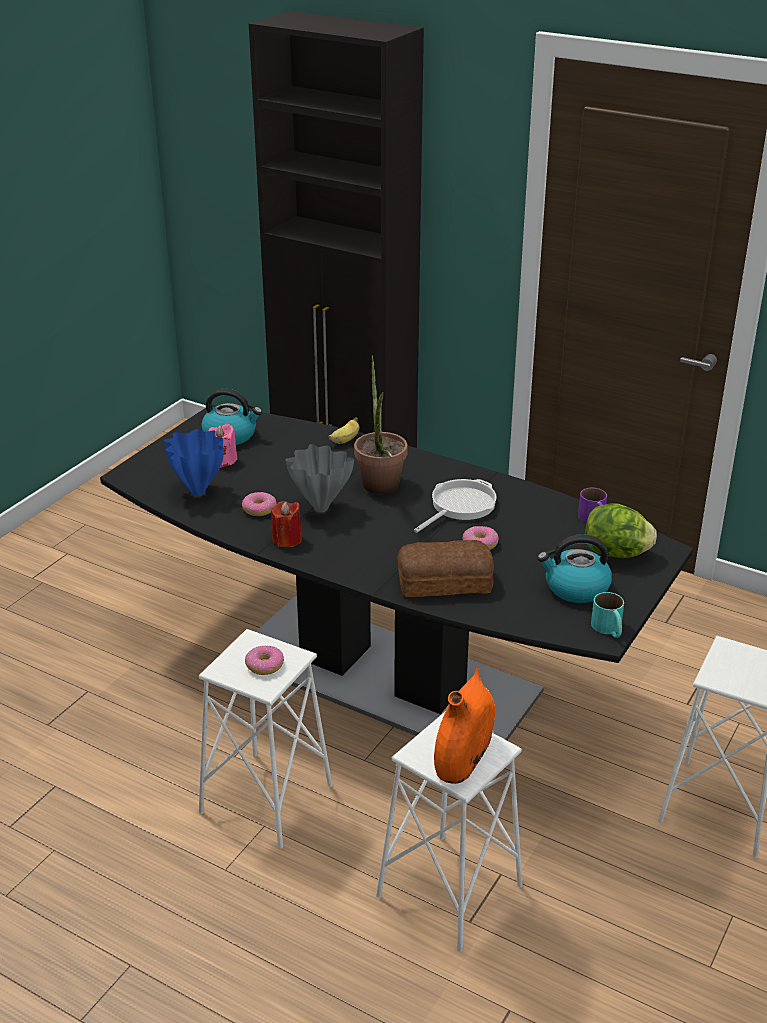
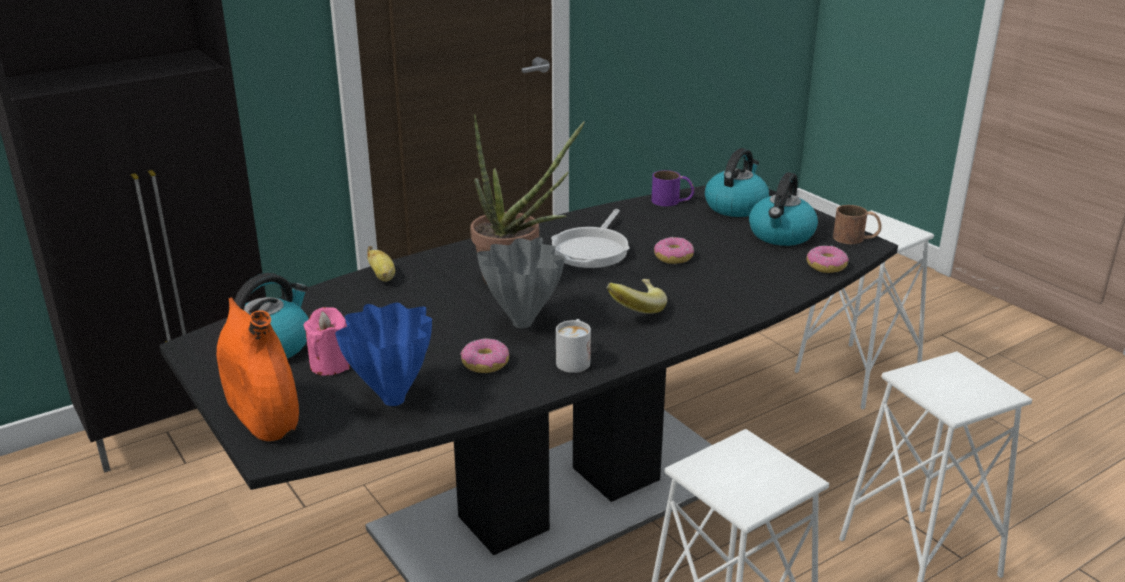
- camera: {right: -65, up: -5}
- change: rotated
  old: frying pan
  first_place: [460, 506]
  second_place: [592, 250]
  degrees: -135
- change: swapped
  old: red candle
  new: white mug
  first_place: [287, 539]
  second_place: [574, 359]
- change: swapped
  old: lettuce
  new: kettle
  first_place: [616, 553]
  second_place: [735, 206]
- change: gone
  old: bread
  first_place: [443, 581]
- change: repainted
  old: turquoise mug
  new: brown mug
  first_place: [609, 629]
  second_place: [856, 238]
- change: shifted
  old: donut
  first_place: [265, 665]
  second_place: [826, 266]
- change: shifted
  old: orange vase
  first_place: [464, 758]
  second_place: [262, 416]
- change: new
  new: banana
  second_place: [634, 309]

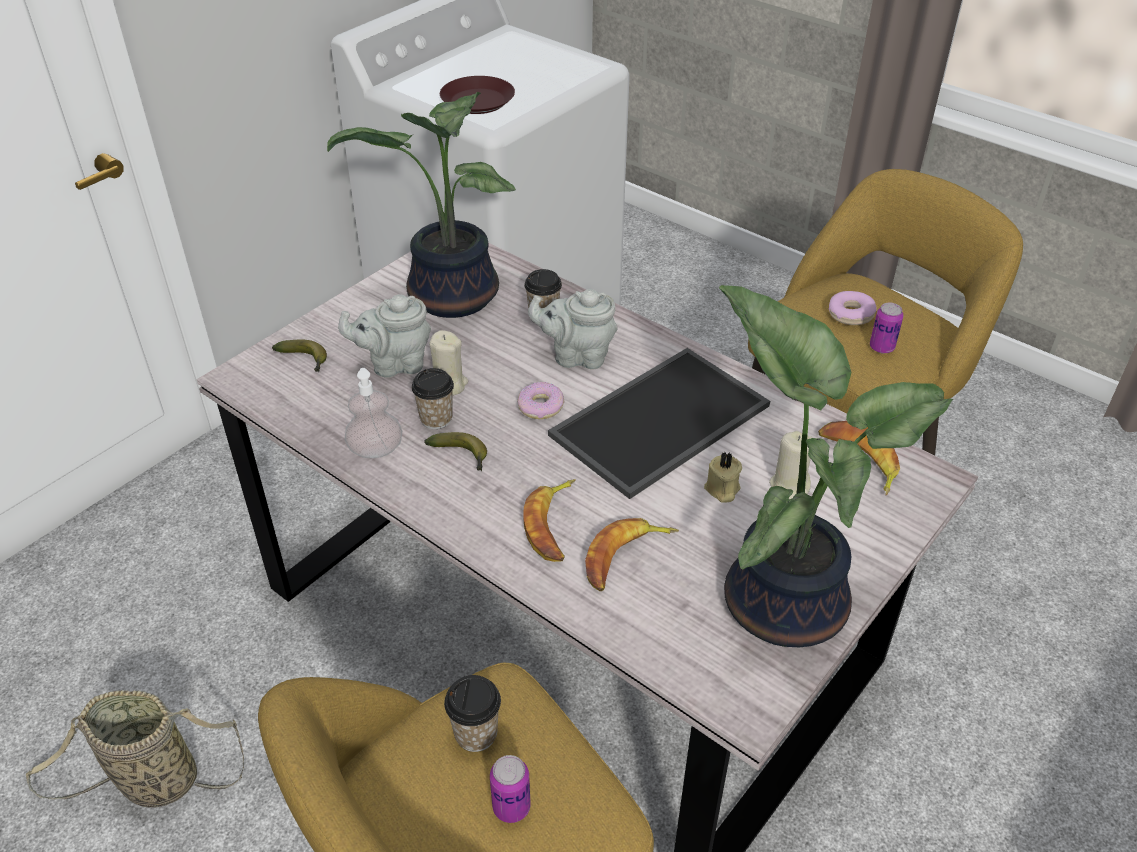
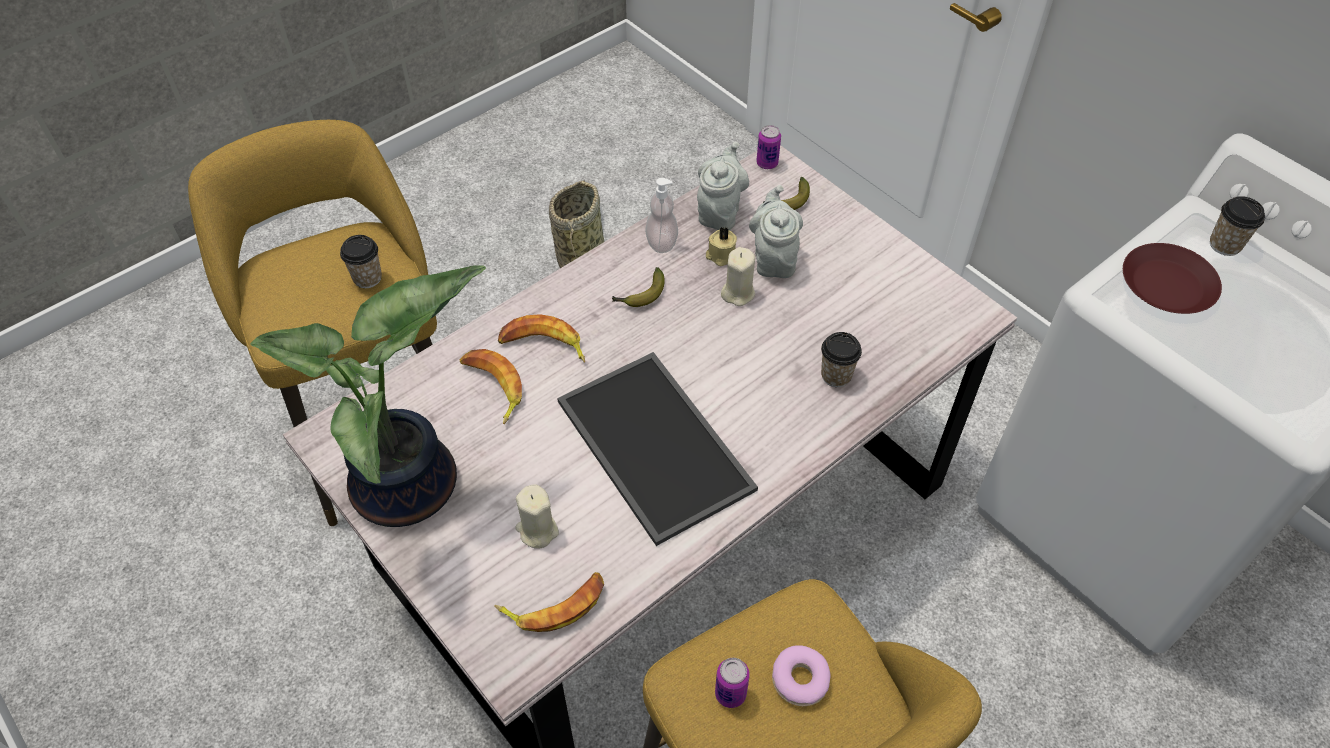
- camera: {right: 100, up: 10}
- change: gone
  old: potted plant
  first_place: [449, 299]
- change: shifted
  old: grey teapot
  first_place: [577, 356]
  second_place: [720, 212]
- change: shifted
  old: cup
  first_place: [436, 419]
  second_place: [1225, 245]
- change: gone
  old: donut
  first_place: [541, 407]
- change: shifted
  old: beige candle
  first_place: [722, 489]
  second_place: [720, 255]
- change: shifted
  old: can
  first_place: [511, 807]
  second_place: [767, 163]

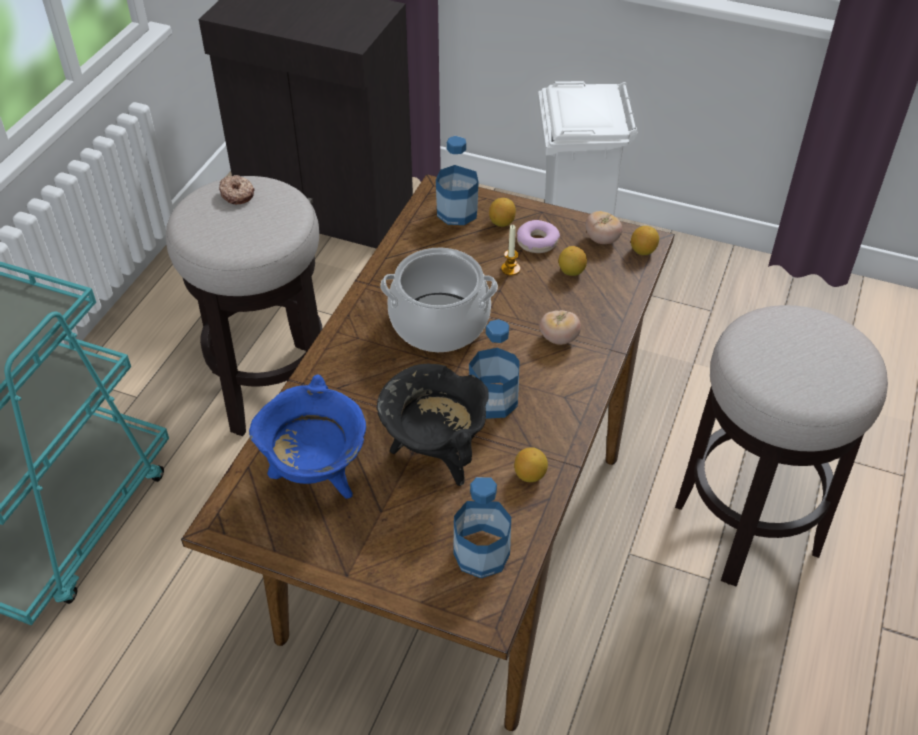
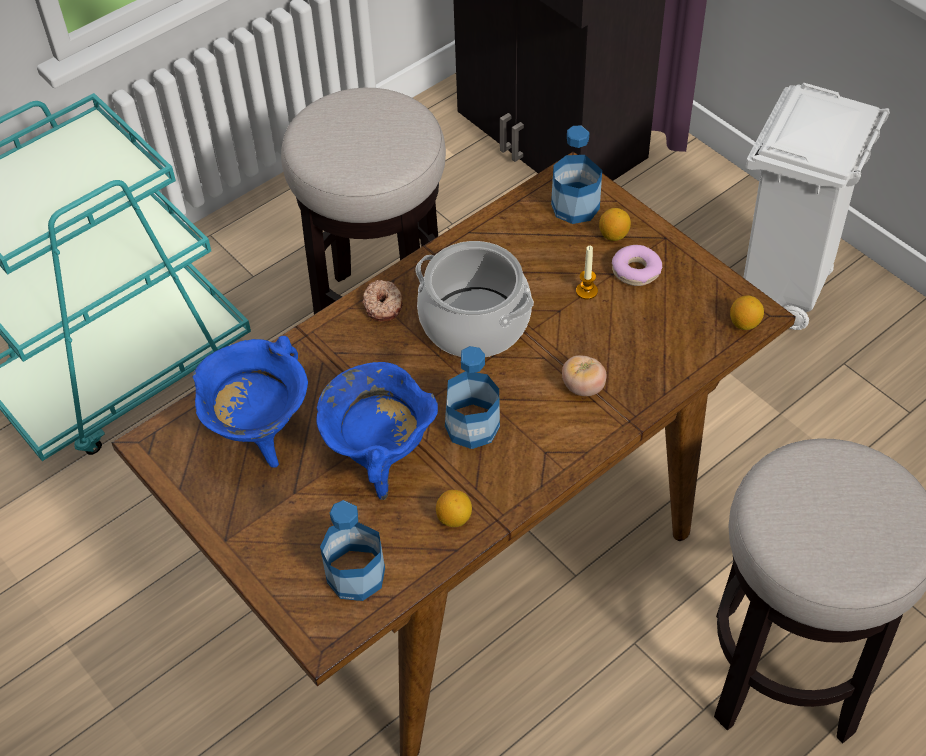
- camera: {right: 30, up: 5}
- change: shifted
  old: donut
  first_place: [237, 194]
  second_place: [384, 305]
- change: gone
  old: tomato
  first_place: [602, 239]
- change: gone
  old: lemon
  first_place: [571, 271]
- change: repainted
  old: black cooking pot
  new: blue cooking pot
  first_place: [435, 453]
  second_place: [380, 457]

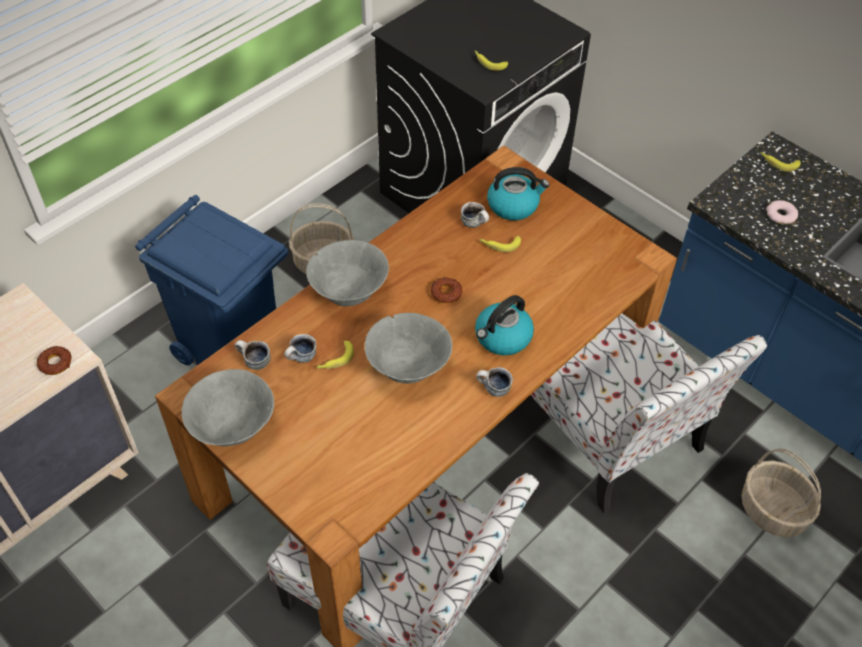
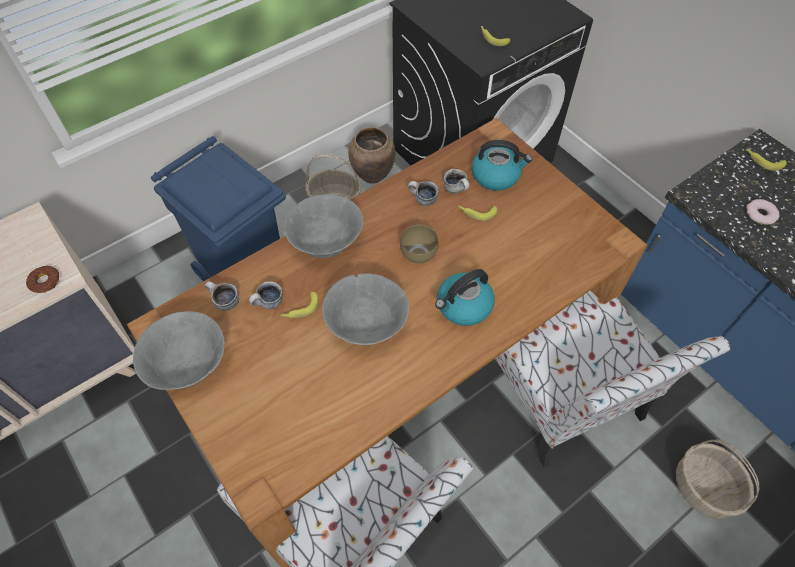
- camera: {right: 10, up: 5}
- change: swapped
  old: donut
  new: brown bowl
  first_place: [446, 293]
  second_place: [417, 255]
- change: shifted
  old: mug
  first_place: [493, 390]
  second_place: [422, 200]
- change: new
  new: brown vase
  second_place: [373, 175]

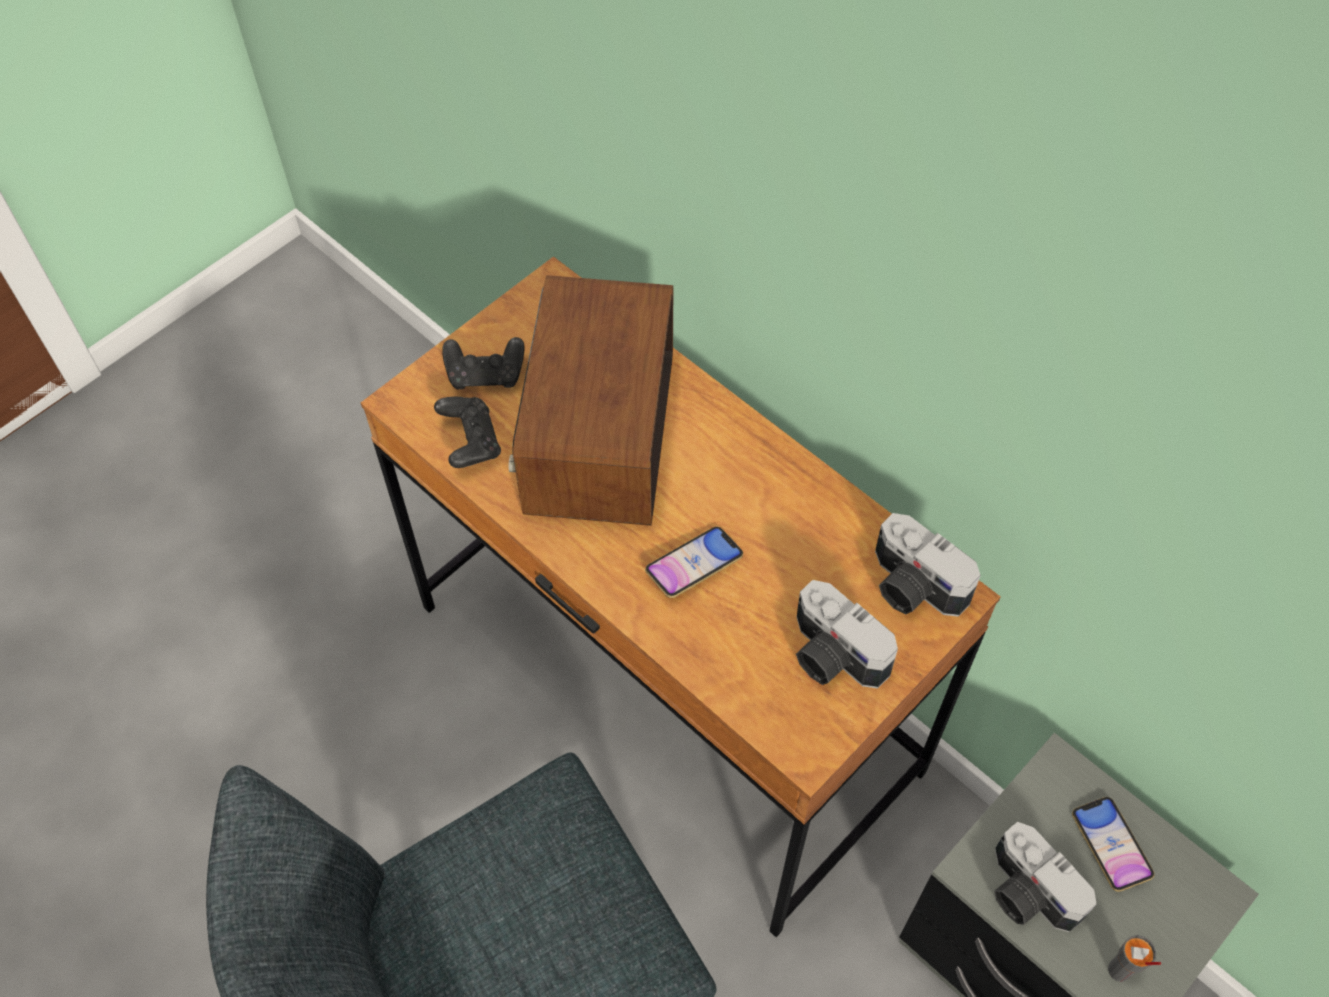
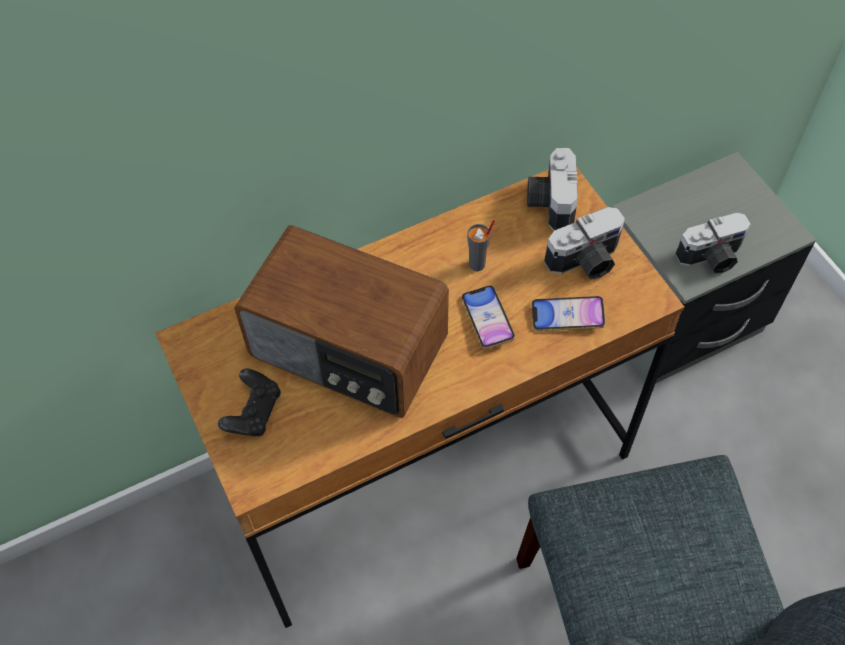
- camera: {right: -70, up: 0}
- change: gone
  old: black game controller
  first_place: [470, 442]
- change: rotated
  old: photo camera
  first_place: [912, 587]
  second_place: [549, 202]
  degrees: 120
- change: shifted
  old: phone
  first_place: [1110, 845]
  second_place: [567, 316]
- change: shifted
  old: grey cup
  first_place: [1119, 971]
  second_place: [477, 264]

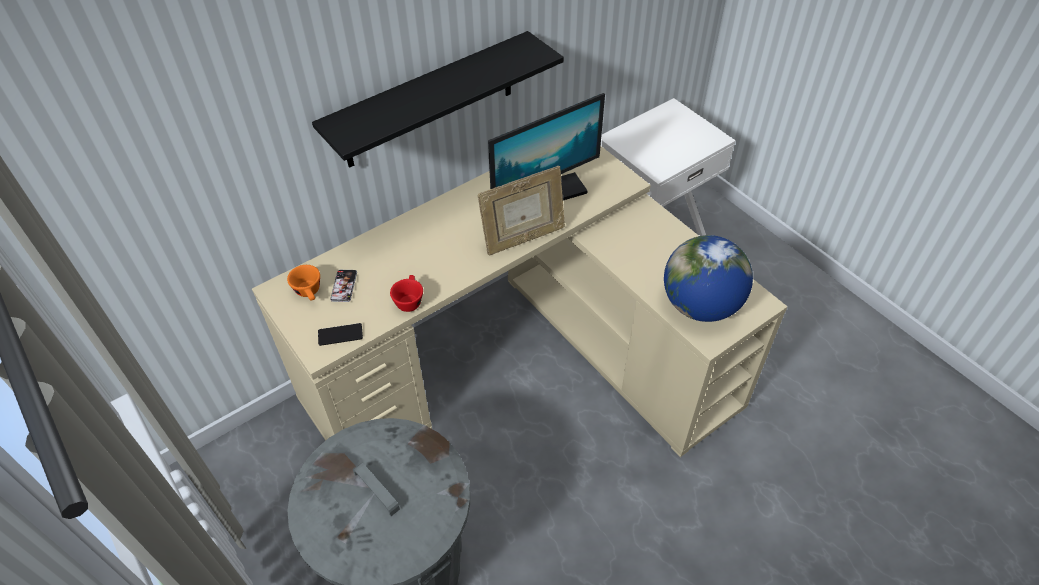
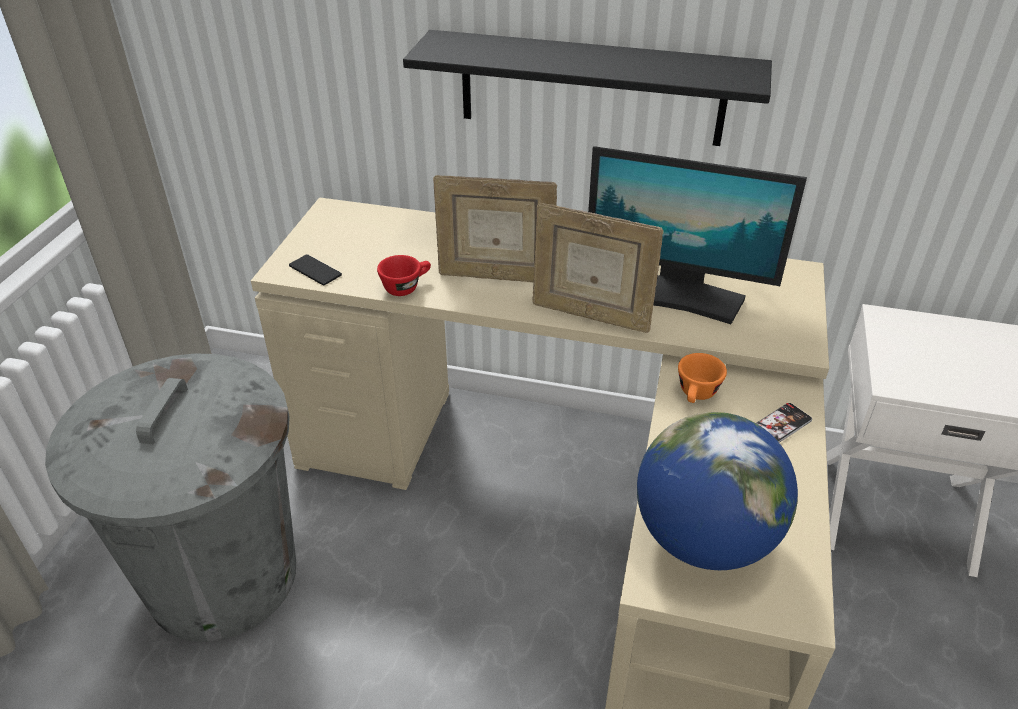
- camera: {right: 50, up: -10}
- change: shifted
  old: orange cup
  first_place: [309, 292]
  second_place: [697, 395]
- change: shifted
  old: phone
  first_place: [344, 286]
  second_place: [780, 425]
- change: new
  new: picture frame
  second_place: [495, 276]

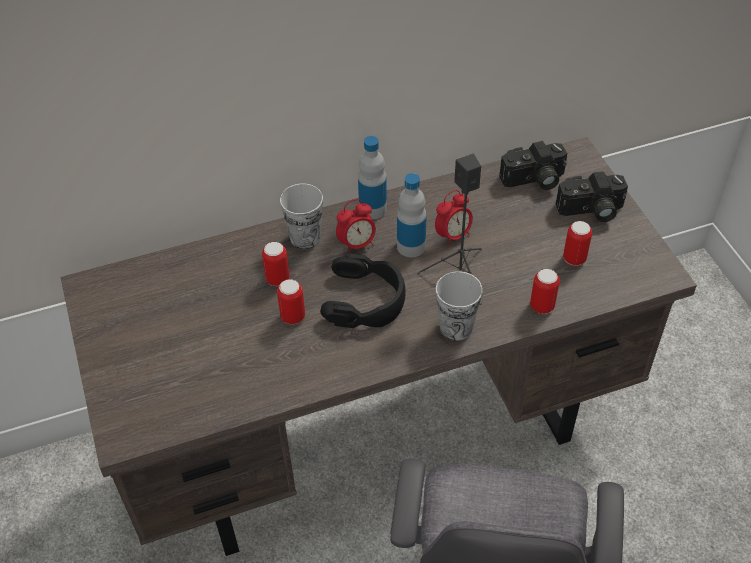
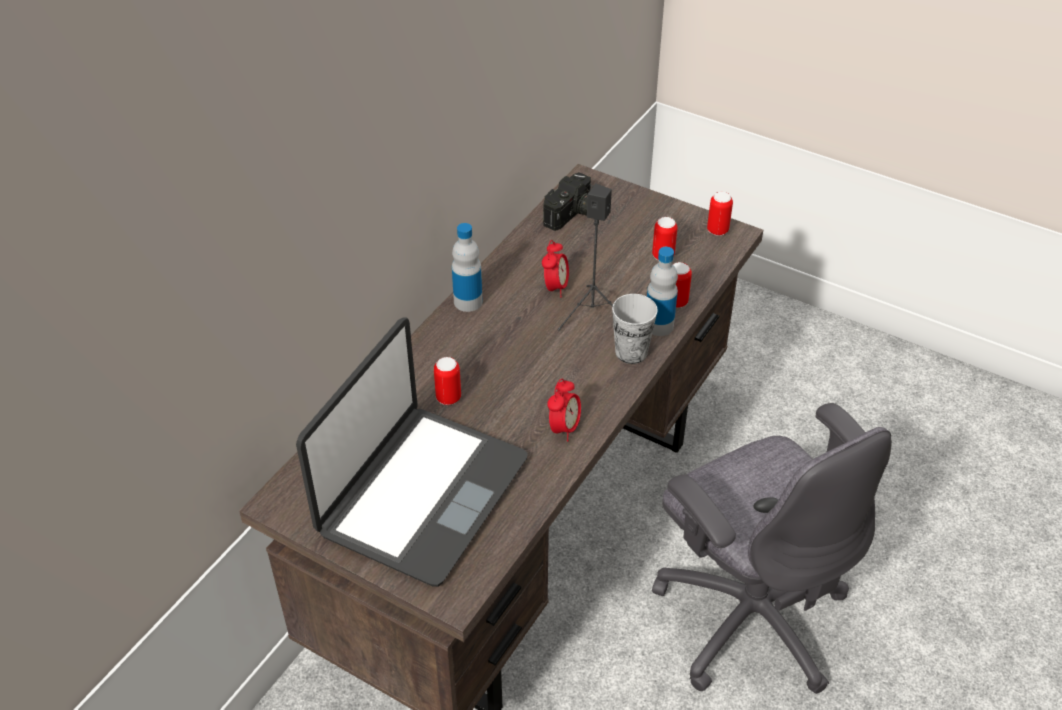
- camera: {right: -40, up: -5}
- change: gone
  old: photo camera
  first_place: [591, 211]
- change: shifted
  old: bottle
  first_place: [411, 246]
  second_place: [658, 325]
- change: gone
  old: cup
  first_place: [305, 238]
- change: shifted
  old: alarm clock
  first_place: [357, 244]
  second_place: [564, 428]
- change: gone
  old: black headphones
  first_place: [365, 300]
- change: shifted
  old: can
  first_place: [293, 317]
  second_place: [717, 230]
- change: new
  new: laptop
  second_place: [421, 494]

